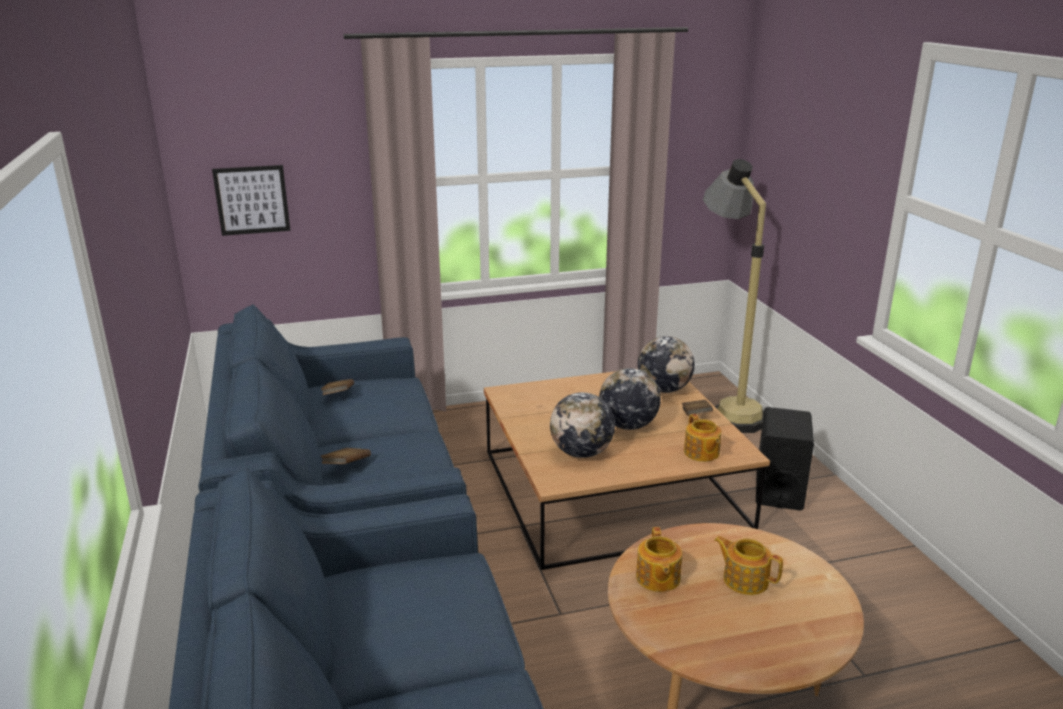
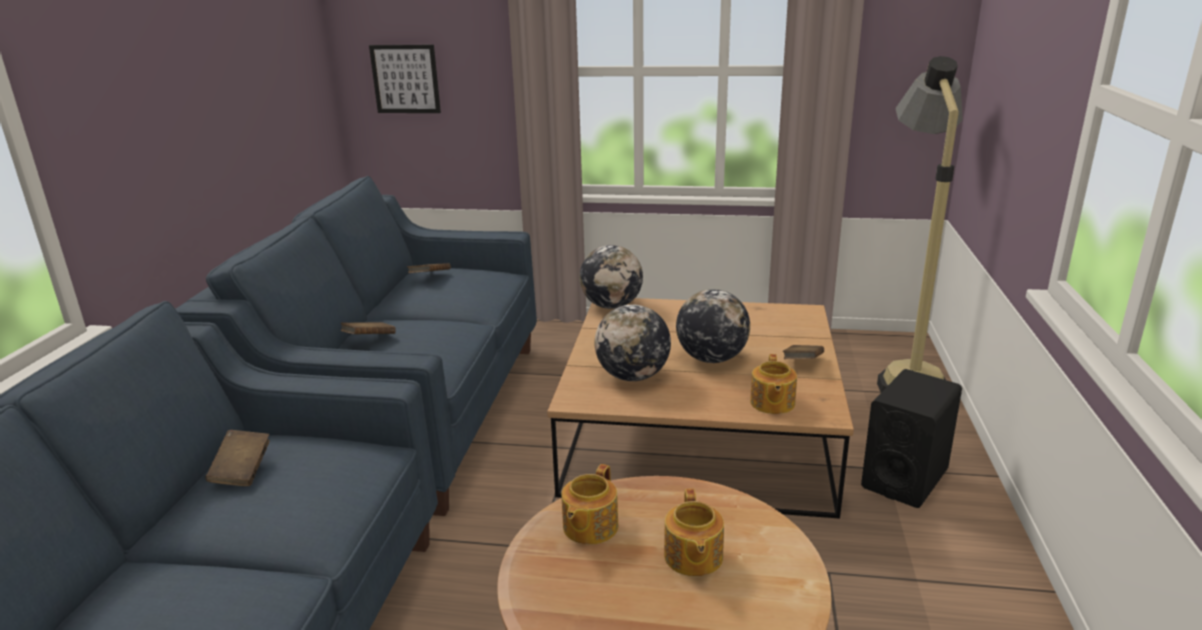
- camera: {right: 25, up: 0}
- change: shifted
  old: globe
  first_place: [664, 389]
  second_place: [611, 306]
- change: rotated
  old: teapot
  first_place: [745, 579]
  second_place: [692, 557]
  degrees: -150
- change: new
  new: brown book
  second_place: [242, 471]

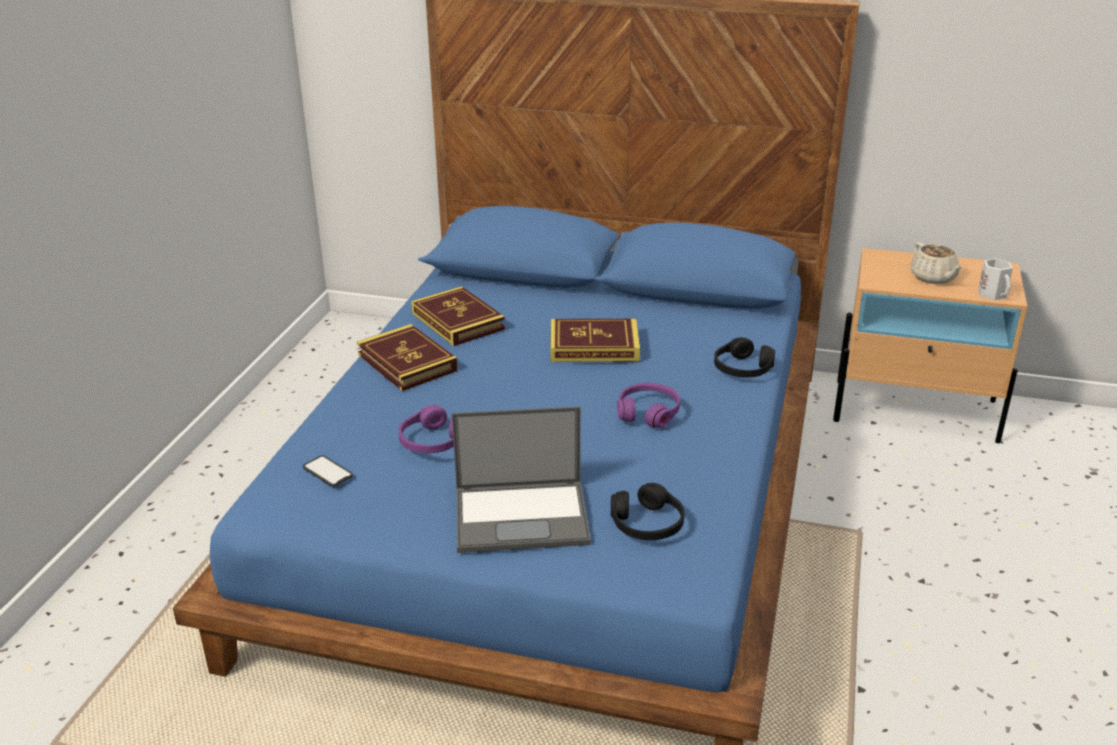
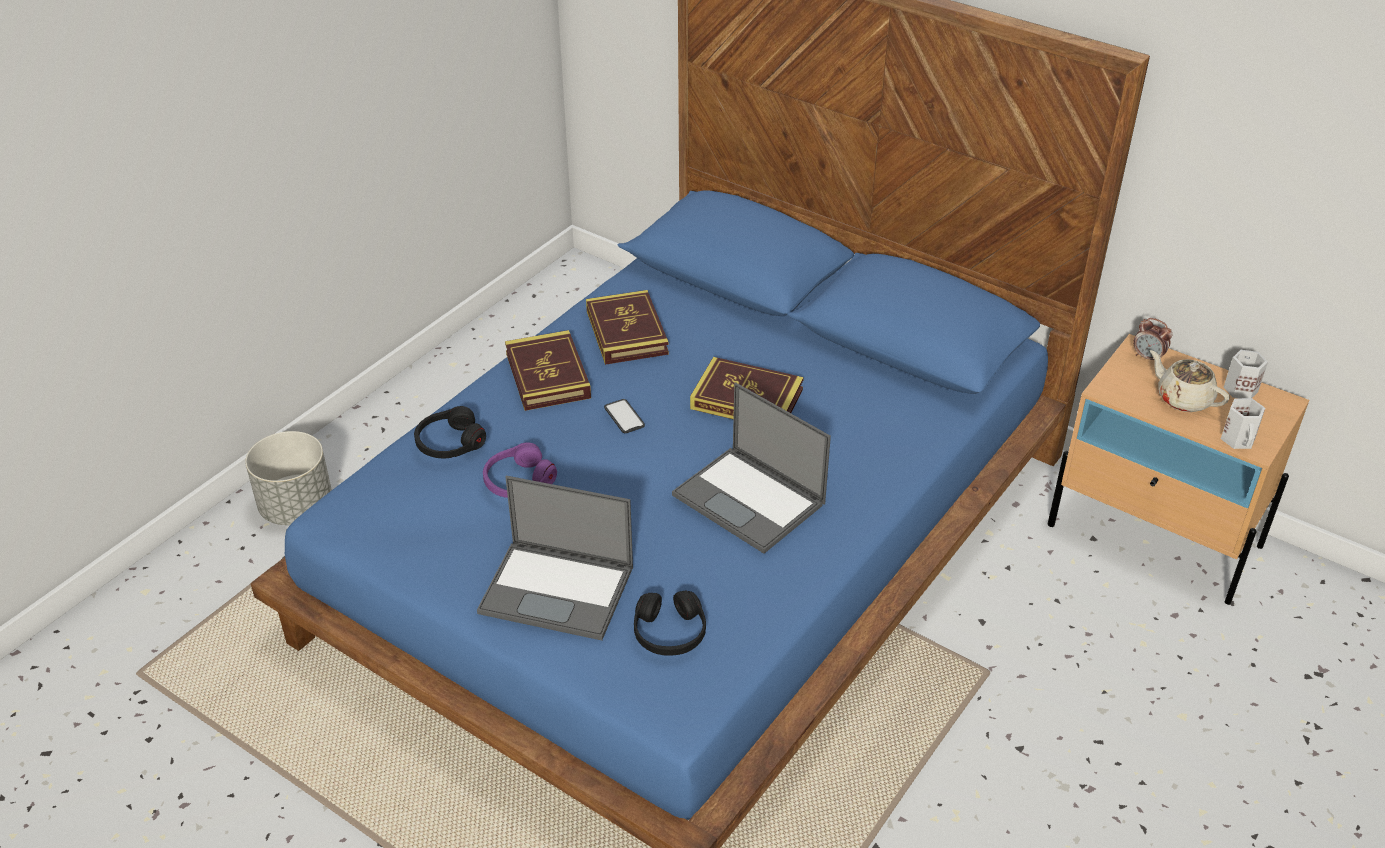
- camera: {right: 20, up: 10}
- change: rotated
  old: beige teapot
  first_place: [933, 278]
  second_place: [1183, 398]
  degrees: 135
- change: shifted
  old: black headphones
  first_place: [742, 368]
  second_place: [449, 443]
- change: swapped
  old: purple headphones
  new: laptop
  first_place: [648, 412]
  second_place: [750, 500]
- change: shifted
  old: phone
  first_place: [327, 472]
  second_place: [624, 417]
- change: new
  new: alarm clock
  second_place: [1148, 357]
- change: new
  new: white mug
  second_place: [1239, 388]
- change: new
  new: grey planter
  second_place: [297, 507]

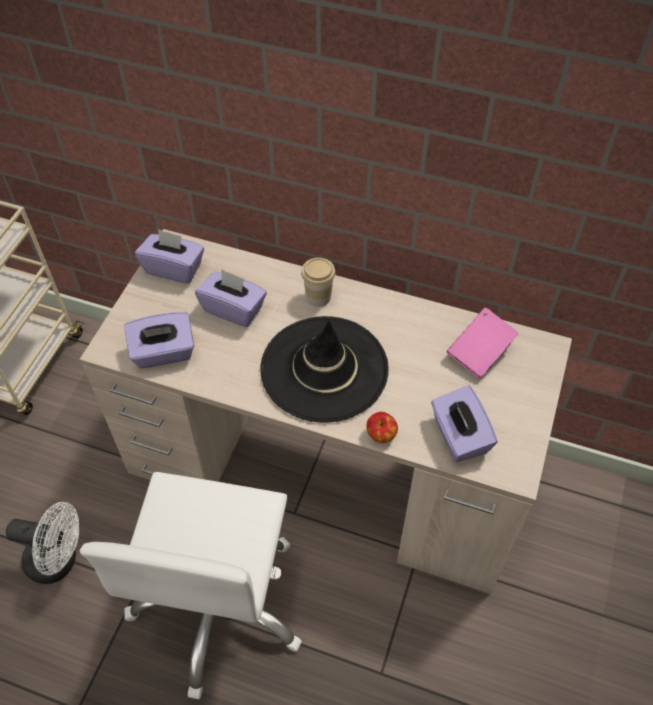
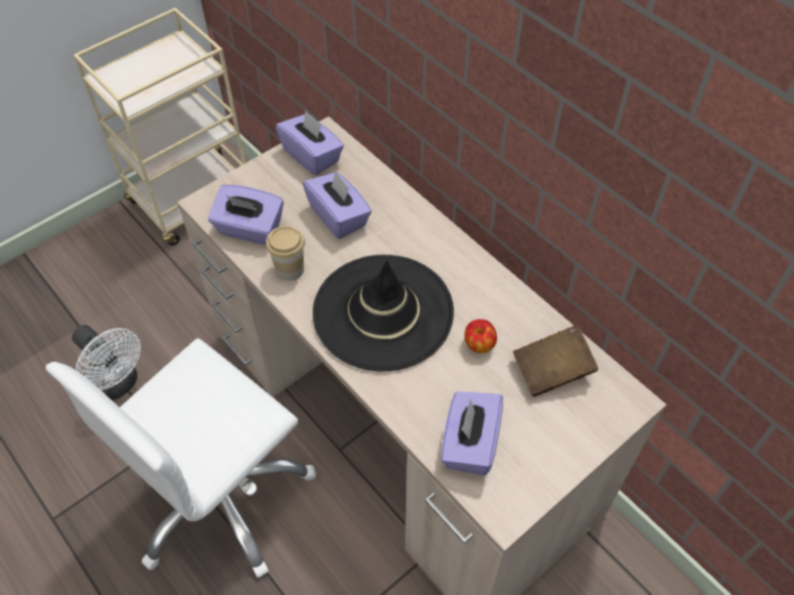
- camera: {right: 30, up: 0}
- change: shifted
  old: cup
  first_place: [318, 297]
  second_place: [290, 269]
- change: repainted
  old: pink book
  new: brown book
  first_place: [480, 353]
  second_place: [552, 371]
- change: shifted
  old: apple
  first_place: [381, 435]
  second_place: [479, 345]

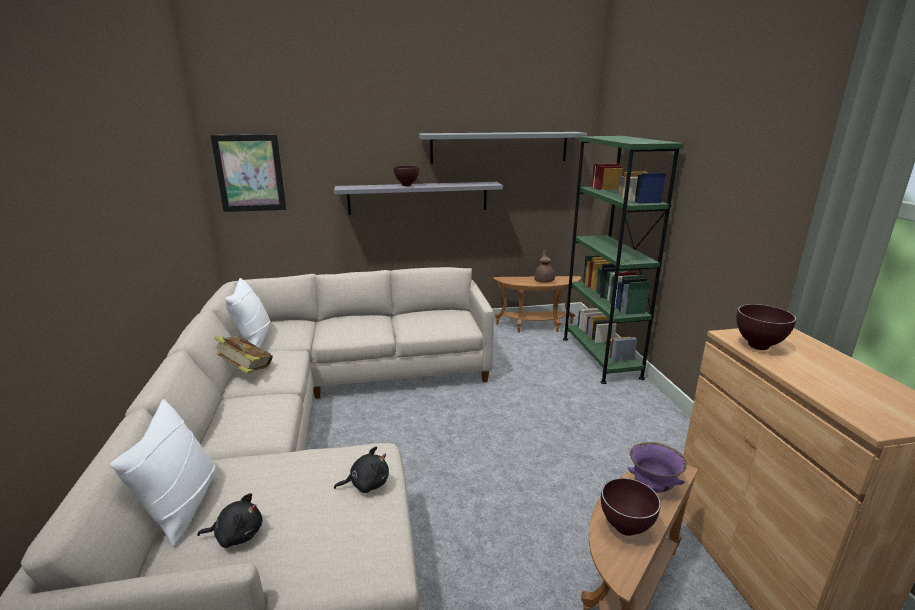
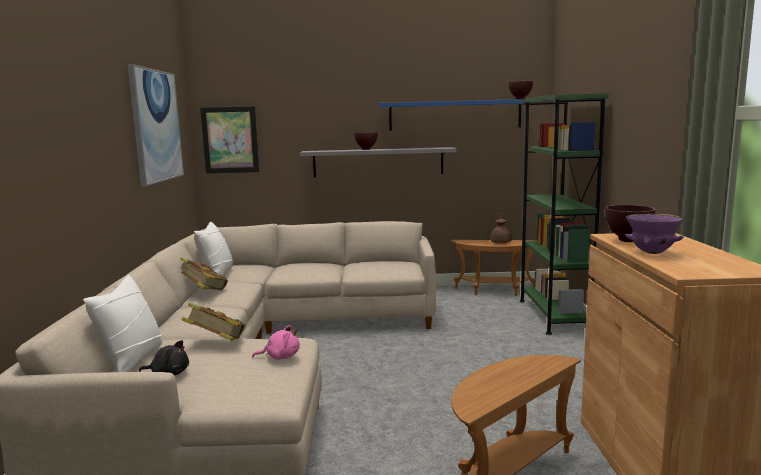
- camera: {right: 10, up: -10}
- change: repainted
  old: grey shelf
  new: blue shelf
  first_place: [499, 147]
  second_place: [455, 115]
- change: shifted
  old: purple bowl
  first_place: [653, 487]
  second_place: [652, 252]
- change: repainted
  old: black plush toy
  new: pink plush toy
  first_place: [366, 484]
  second_place: [280, 357]
- change: shifted
  old: brown bowl
  first_place: [625, 527]
  second_place: [520, 99]
- change: new
  new: picture
  second_place: [156, 126]
- change: new
  new: book
  second_place: [216, 344]

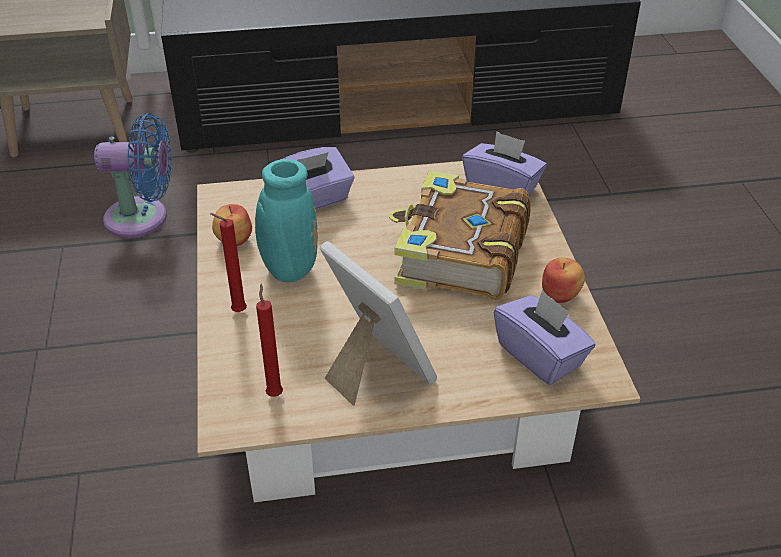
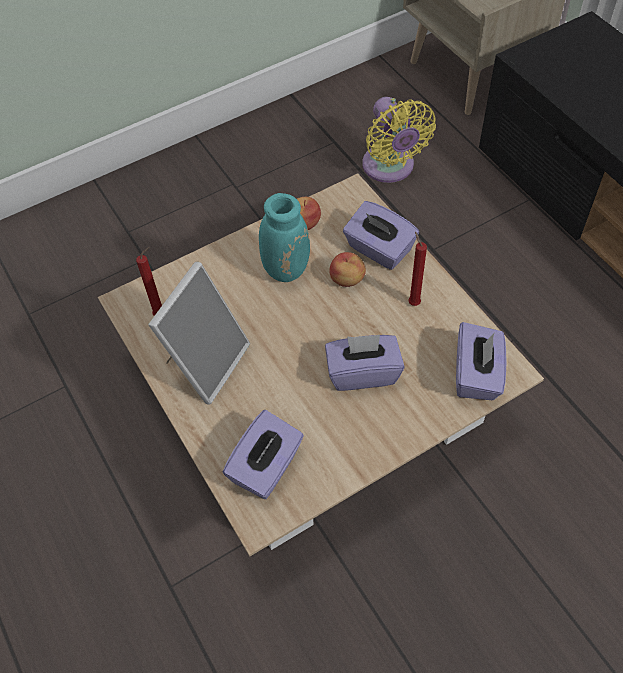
- camera: {right: 70, up: 15}
- change: repainted
  old: blue fan
  new: yellow fan
  first_place: [143, 218]
  second_place: [390, 168]
- change: swapped
  old: book
  new: purple tissue box
  first_place: [459, 255]
  second_place: [363, 372]
- change: shifted
  old: red candle
  first_place: [236, 311]
  second_place: [413, 302]
- change: shifted
  old: apple
  first_place: [560, 294]
  second_place: [347, 280]

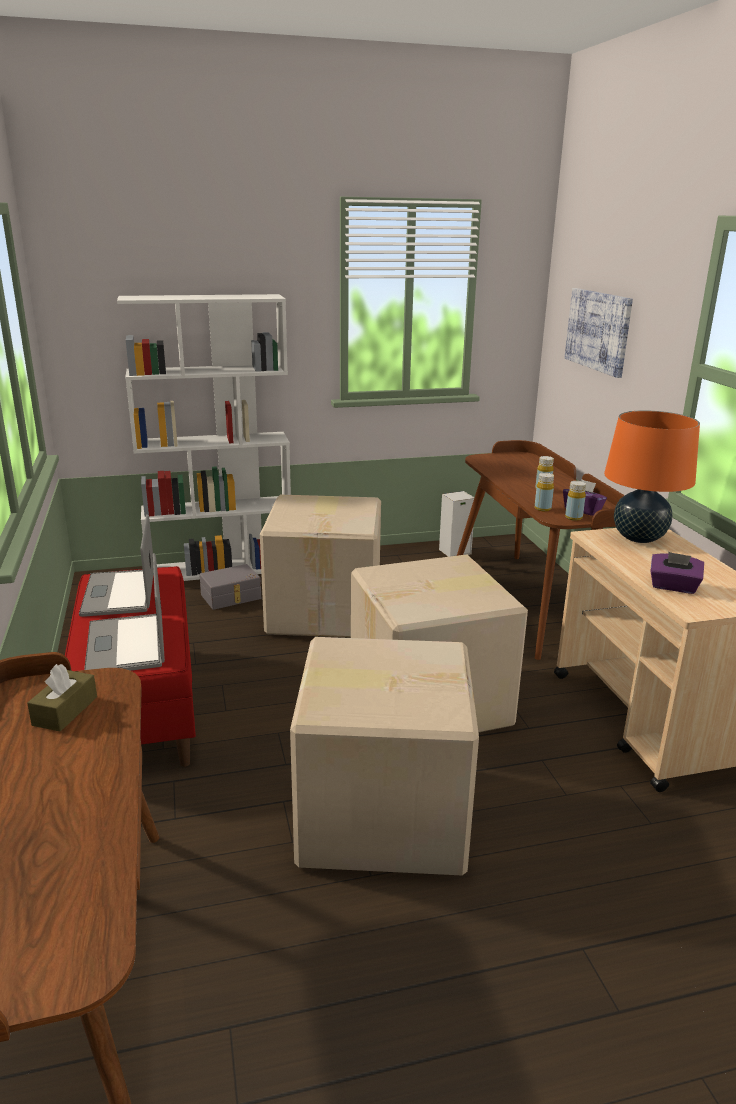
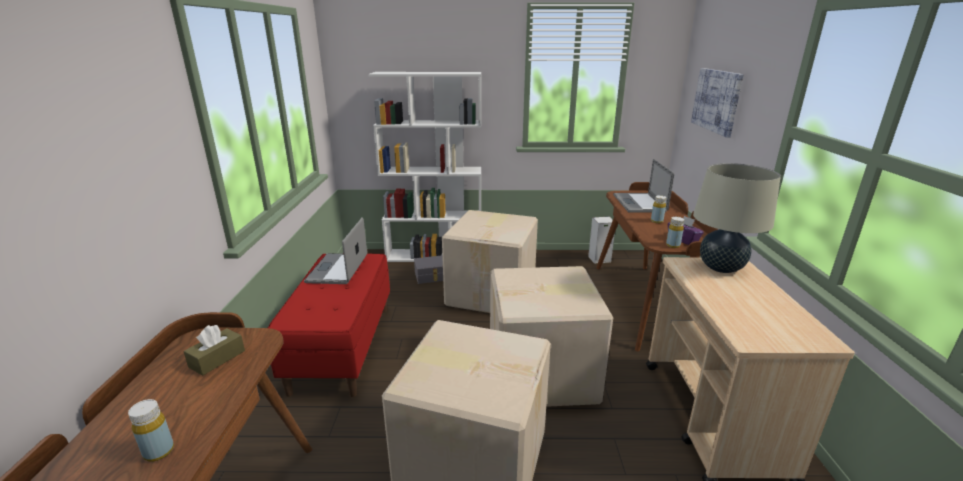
- camera: {right: 15, up: 0}
- change: repainted
  old: orange table lamp
  new: beige table lamp
  first_place: [639, 538]
  second_place: [721, 268]
- change: shifted
  old: yellow bottle
  first_place: [542, 508]
  second_place: [159, 452]
- change: gone
  old: purple tissue box
  first_place: [673, 587]
- change: shifted
  old: laptop
  first_place: [126, 644]
  second_place: [639, 203]

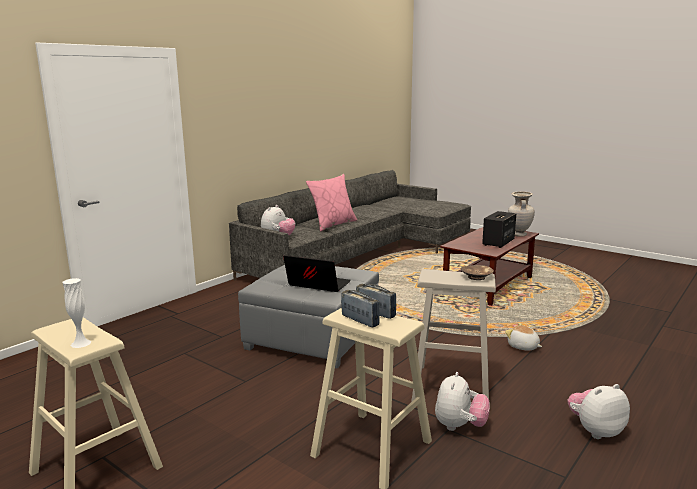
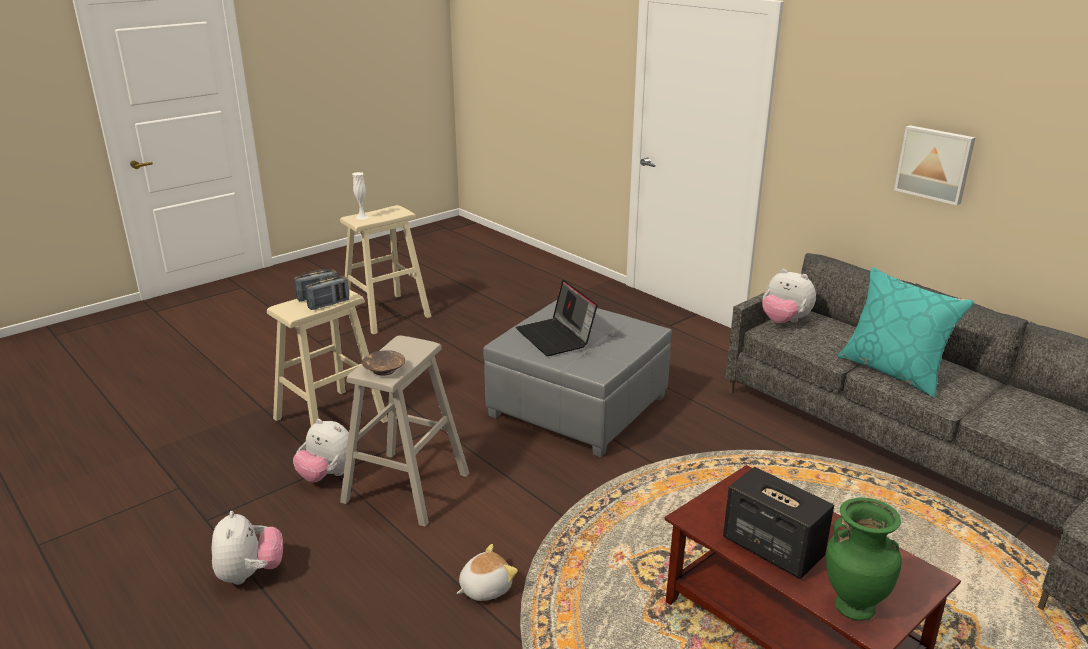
- camera: {right: 100, up: 10}
- change: repainted
  old: pink pillow
  new: turquoise pillow
  first_place: [332, 224]
  second_place: [893, 371]
- change: repainted
  old: beige vase
  new: green vase
  first_place: [519, 235]
  second_place: [853, 607]
- change: rotated
  old: laptop
  first_place: [317, 285]
  second_place: [556, 337]
  degrees: 120
- change: new
  new: picture
  second_place: [935, 164]

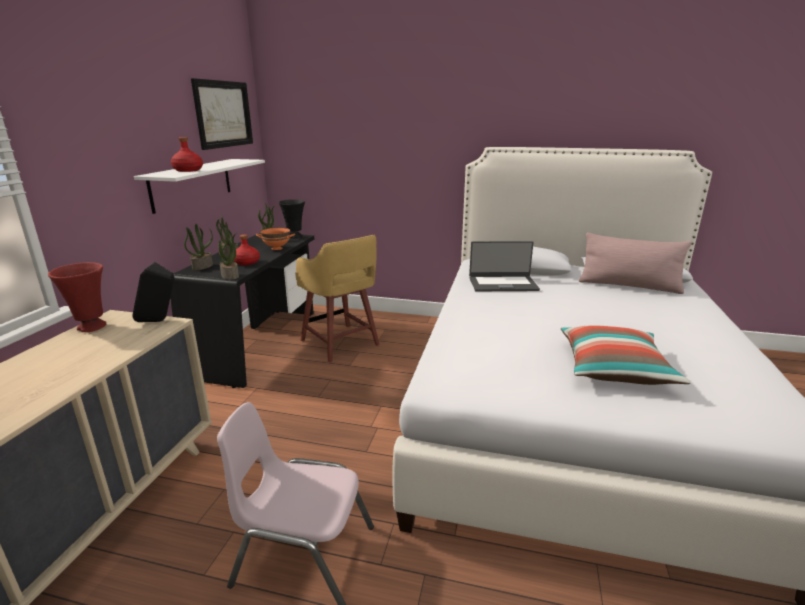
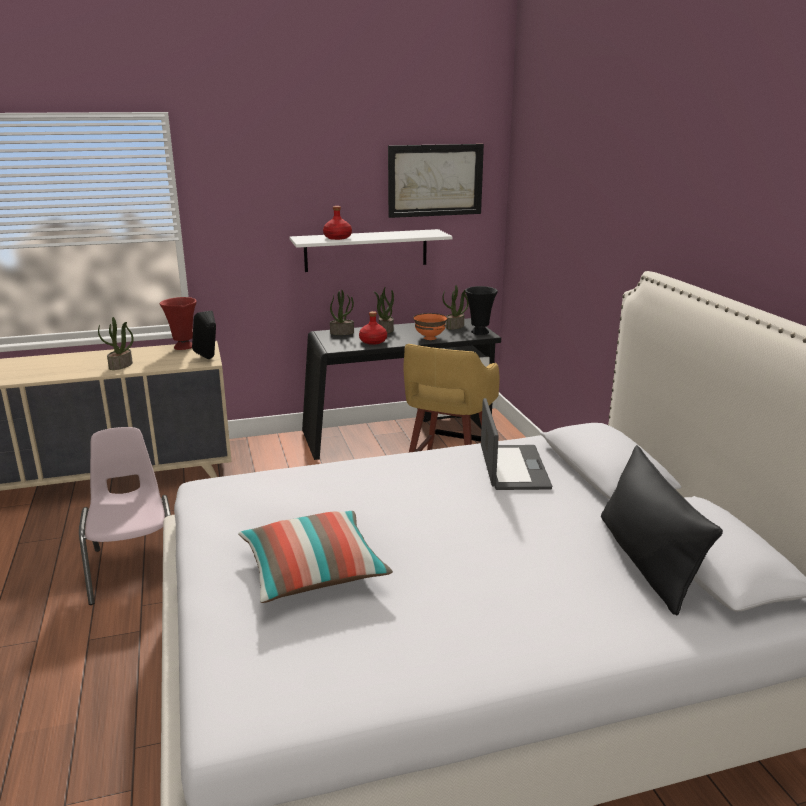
- camera: {right: 60, up: 0}
- change: shifted
  old: potted plant
  first_place: [230, 276]
  second_place: [121, 366]
- change: repainted
  old: pink pillow
  new: black pillow
  first_place: [628, 286]
  second_place: [646, 560]
- change: rotated
  old: laptop
  first_place: [502, 284]
  second_place: [512, 468]
  degrees: -150

